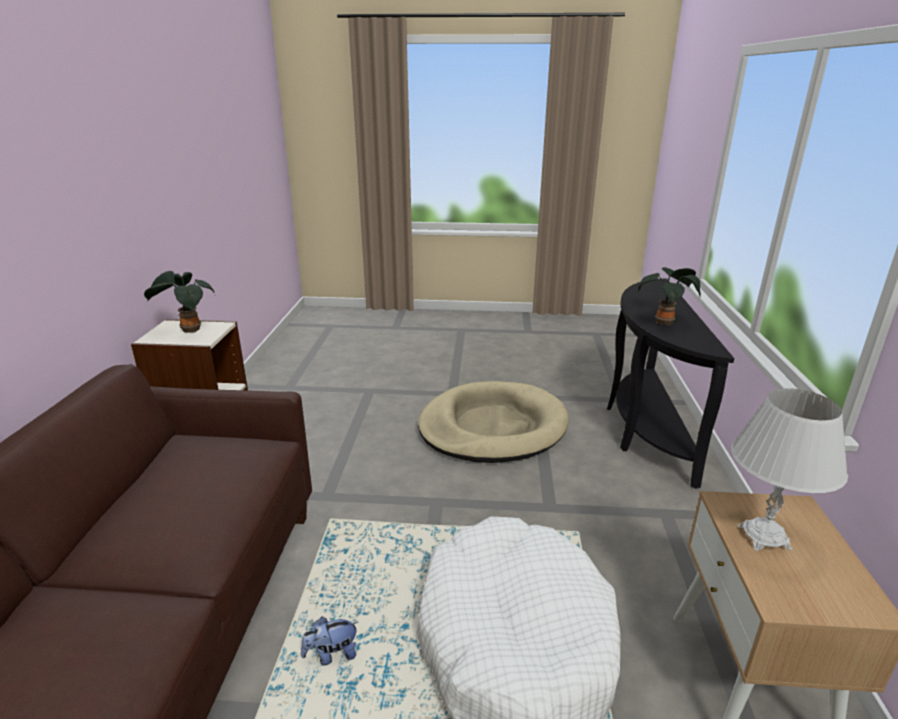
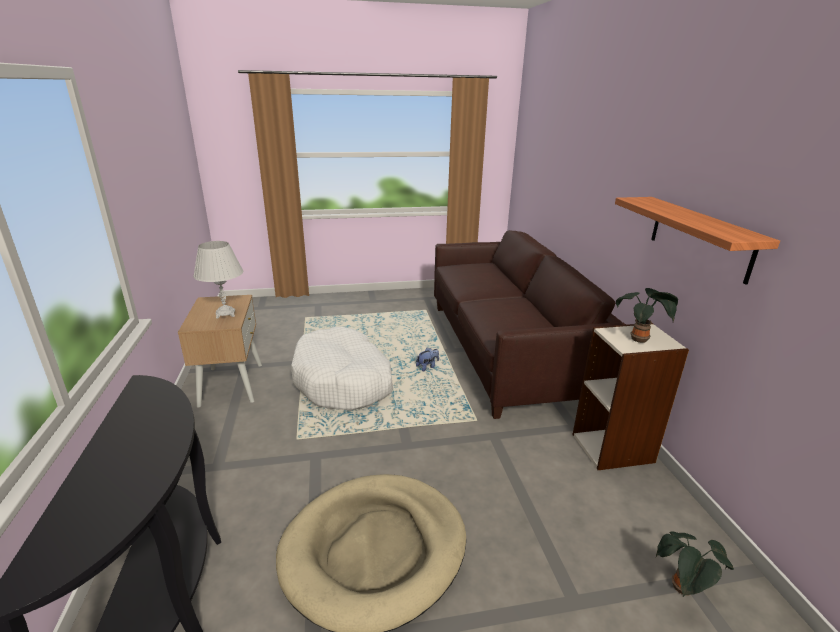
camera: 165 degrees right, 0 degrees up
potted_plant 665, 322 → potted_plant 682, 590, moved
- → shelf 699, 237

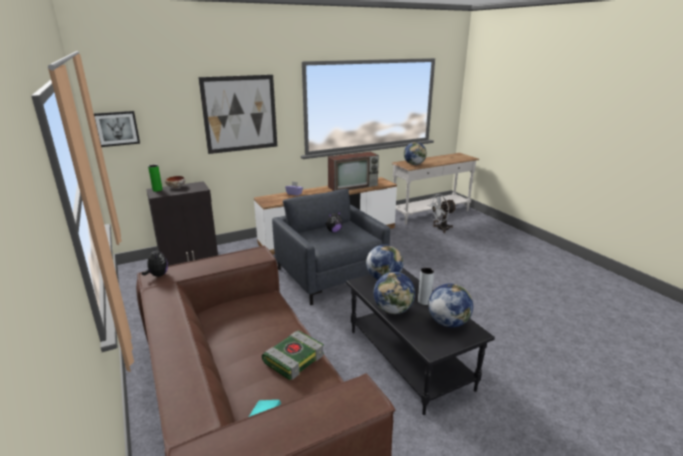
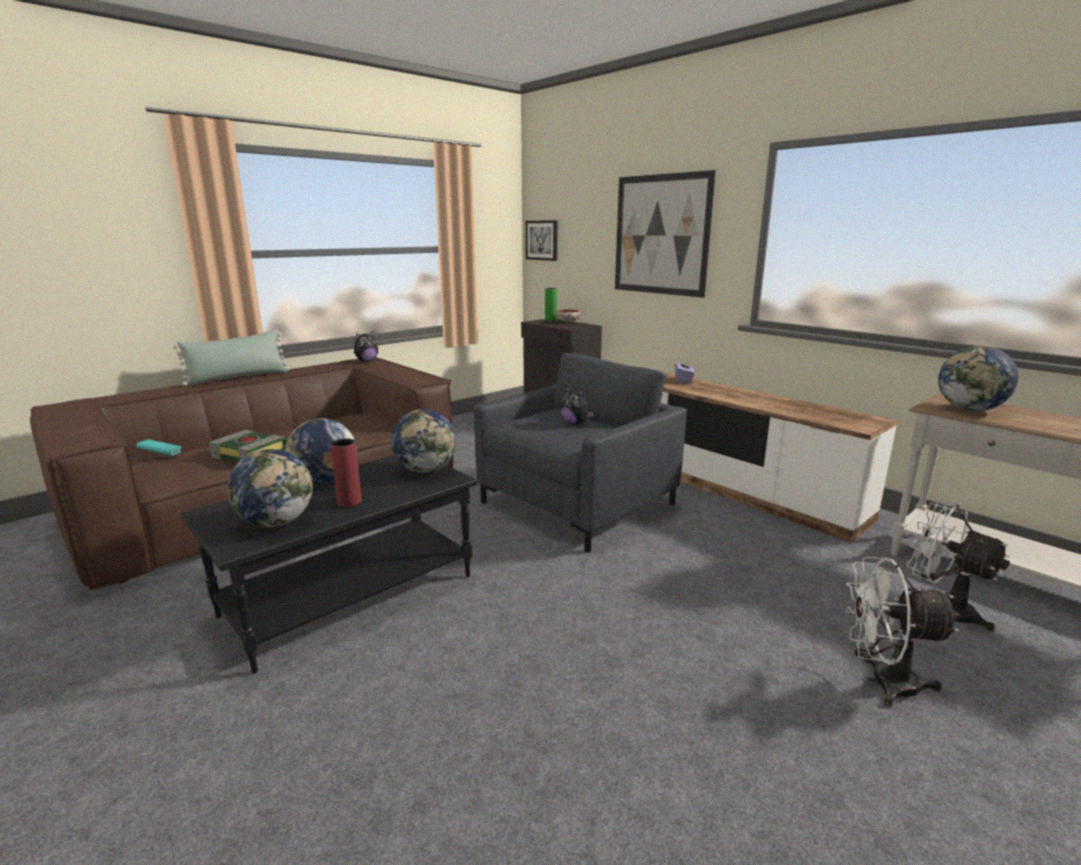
camera: 75 degrees right, 5 degrees down
television 353, 186 → -
grey_vase 424, 301 → red_vase 349, 502
- → green_pillow 238, 378
- → white_fan 882, 682

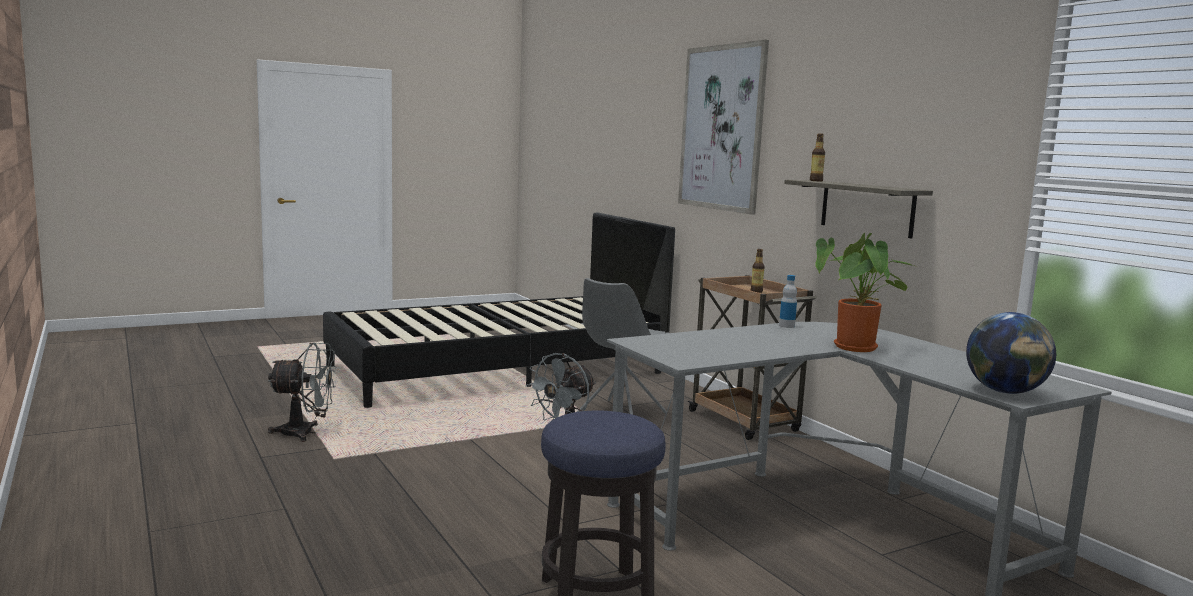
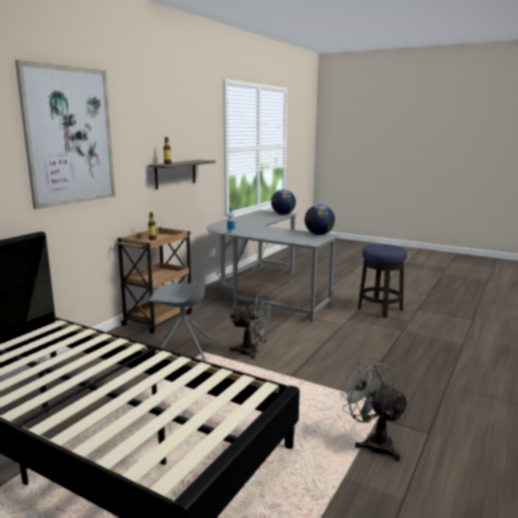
camera: 120 degrees left, 5 degrees up
potted_plant 856, 349 → -
- → globe 319, 234

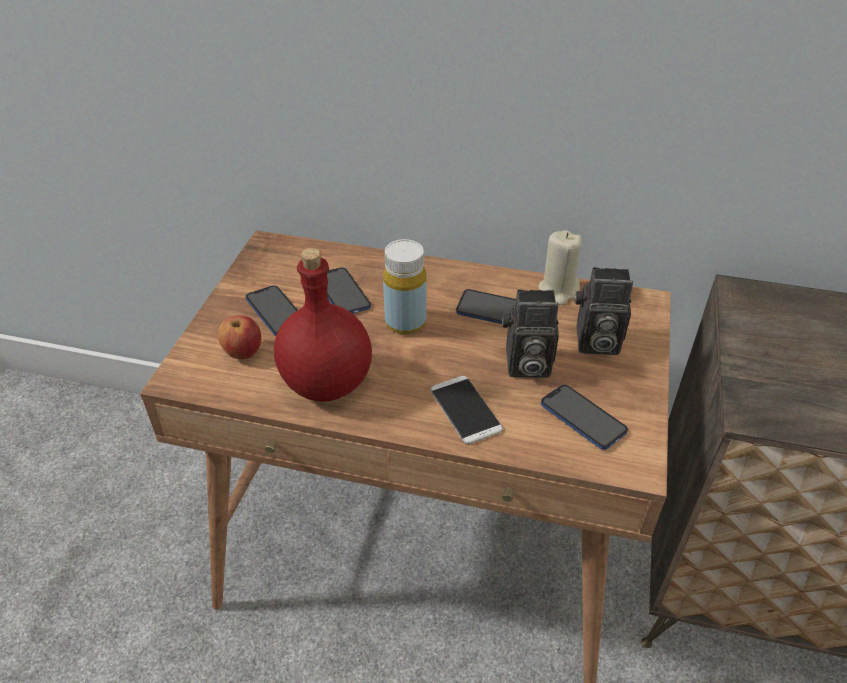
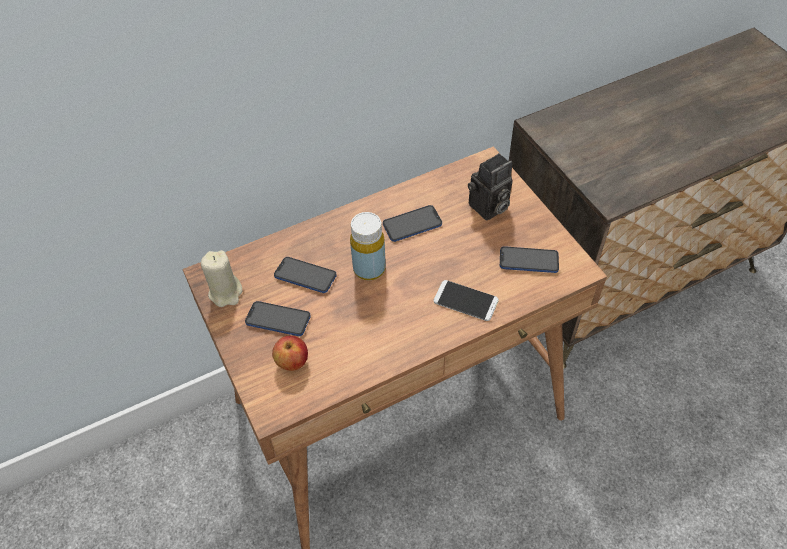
camera: 40 degrees left, 10 degrees up
beige_candle 558, 291 → beige_candle 226, 293, moved
red_bottle 326, 382 → -
photo_camera 525, 365 → -

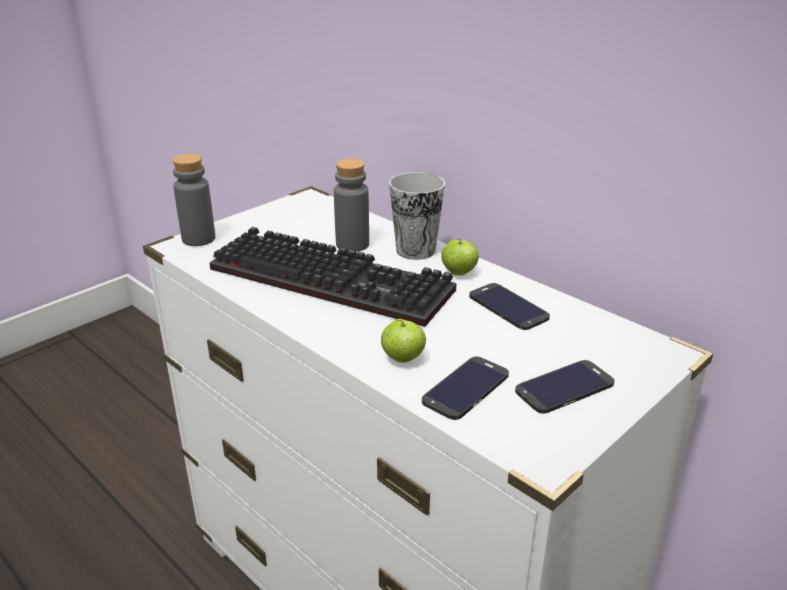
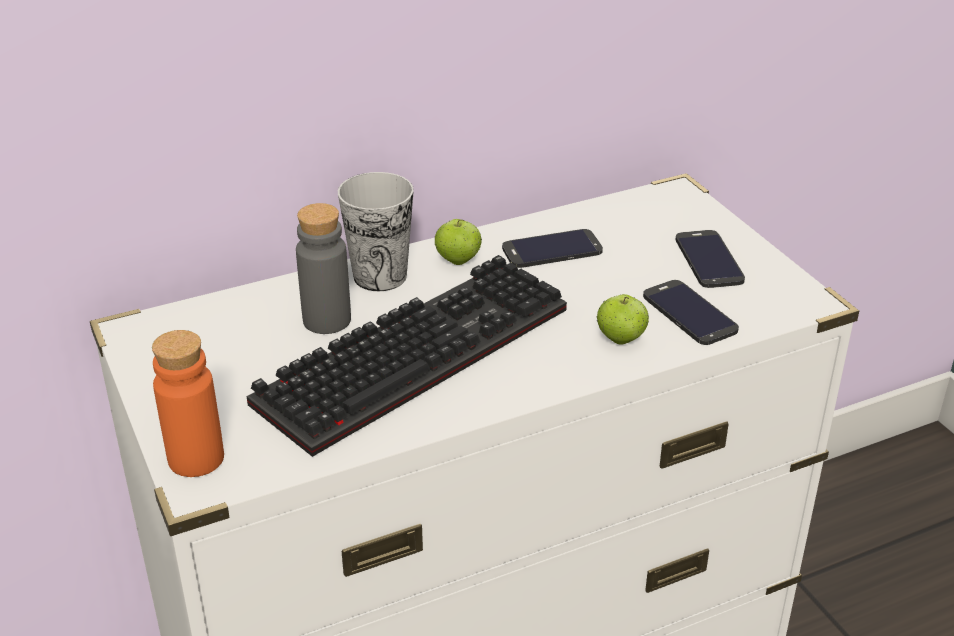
camera: 70 degrees left, 5 degrees up
grey_bottle 198, 239 → orange_bottle 196, 458

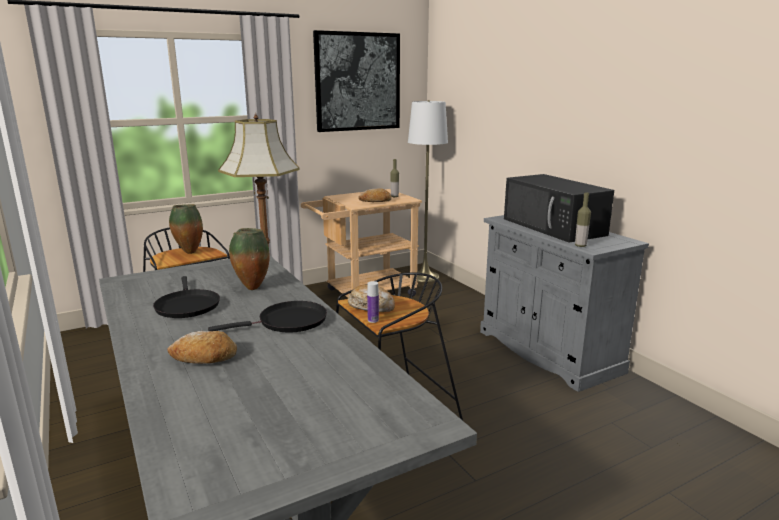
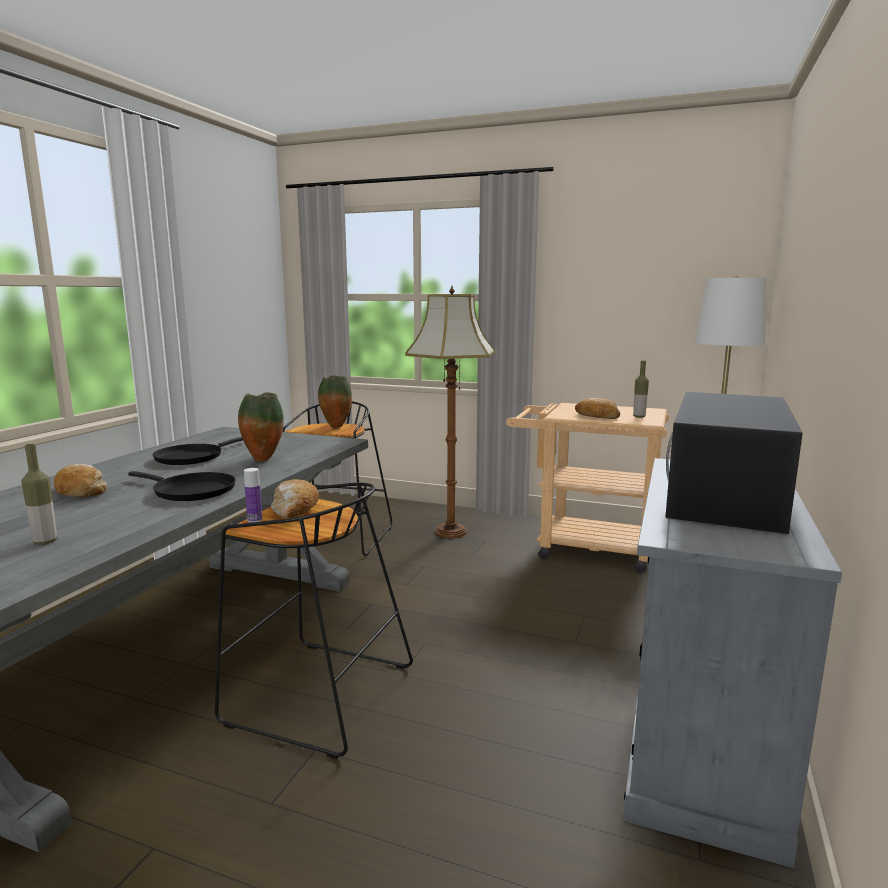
camera: 50 degrees right, 5 degrees down
picture 357, 82 → -
bottle 580, 245 → bottle 45, 542, moved

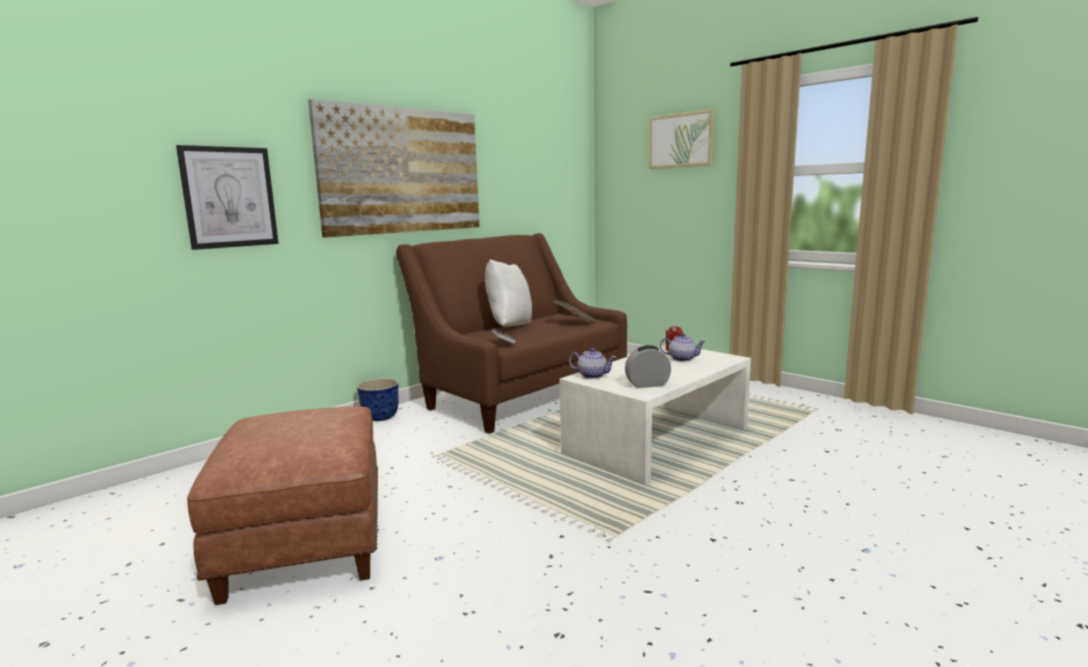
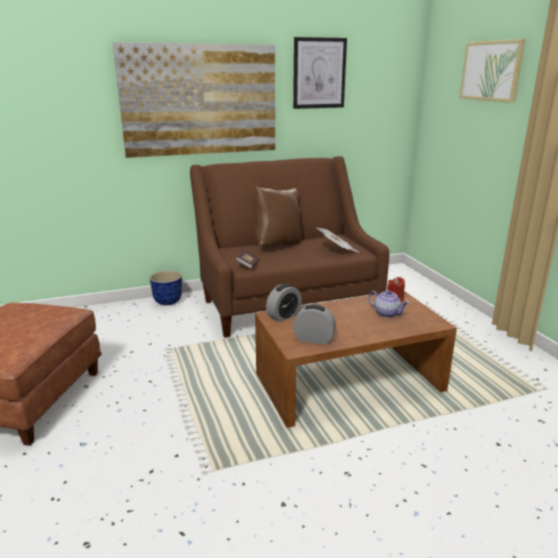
camera: 25 degrees right, 10 degrees up
picture 229, 197 → picture 319, 73, moved
white_pillow 509, 327 → brown_pillow 277, 245
white_coffee_table 657, 439 → brown_coffee_table 348, 381
teapot 592, 375 → alarm_clock 284, 316

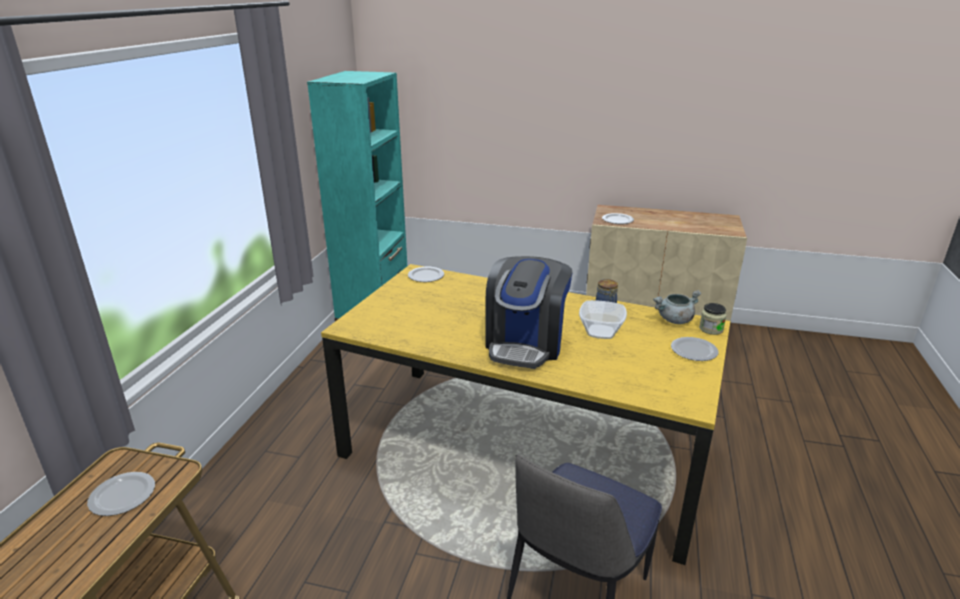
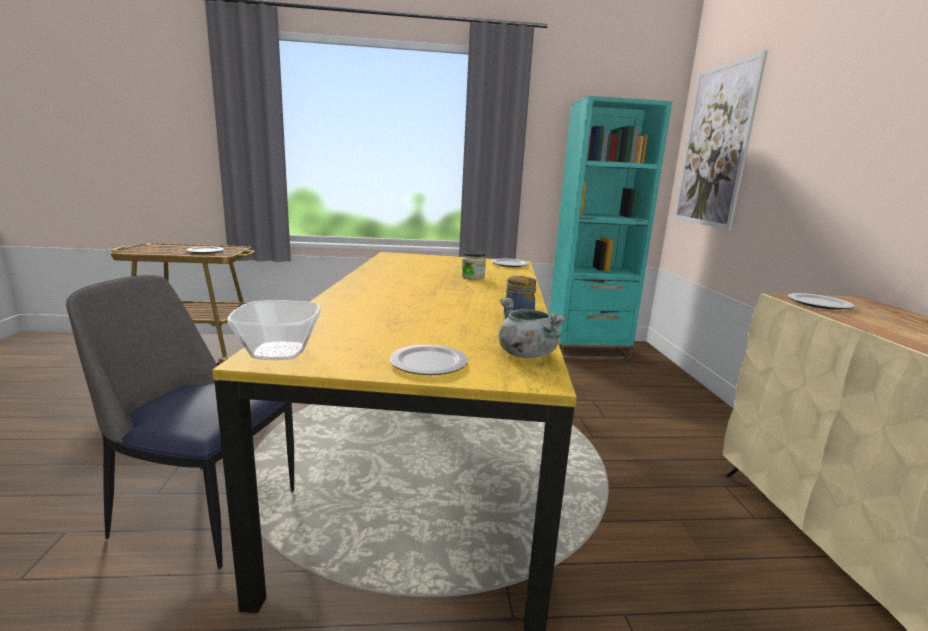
camera: 70 degrees right, 10 degrees down
coffee_machine 525, 344 → -
bowl 600, 332 → bowl 280, 351, moved
jar 711, 329 → jar 473, 277, moved
- → picture 715, 146

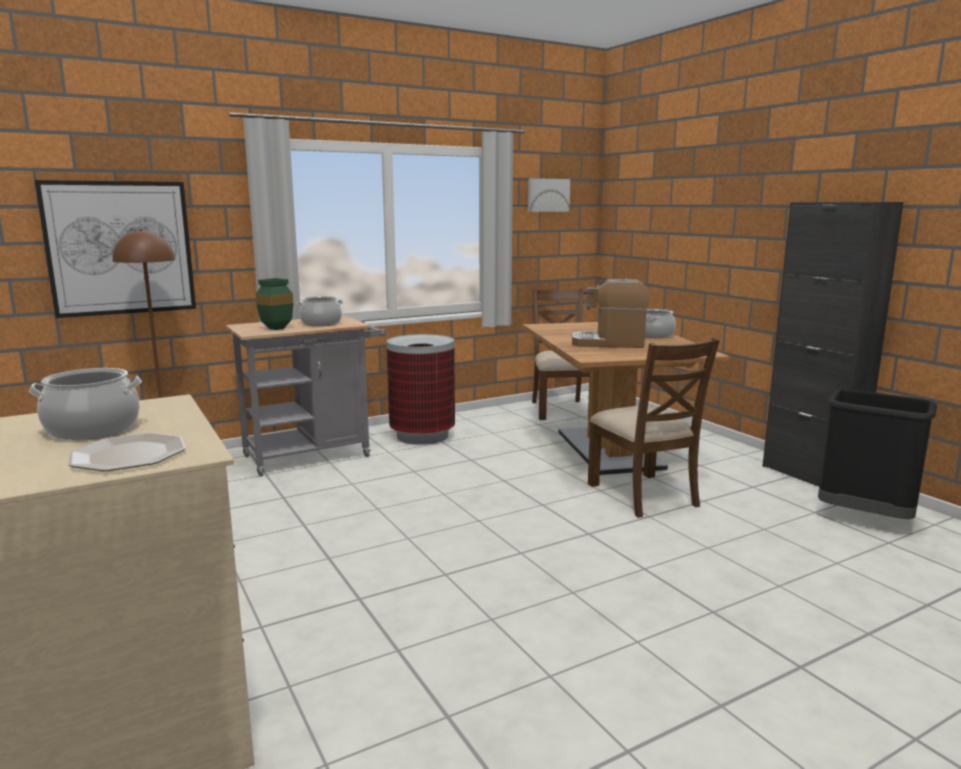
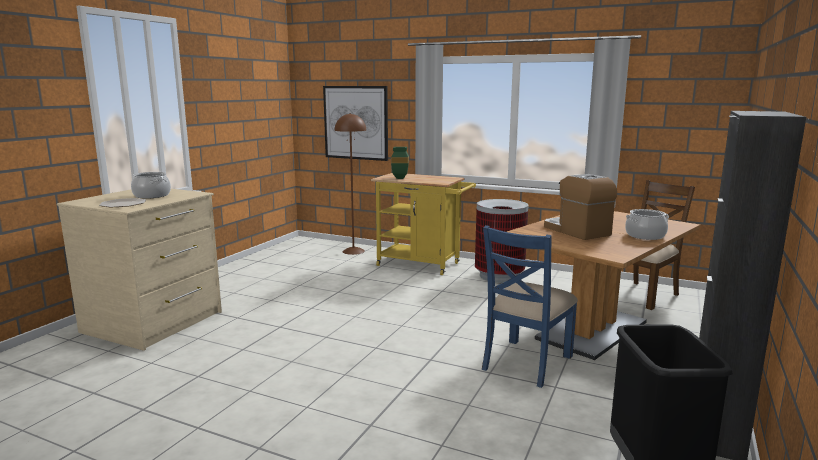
camera: 55 degrees right, 0 degrees up
picture 547, 195 → -
cooking_pot 321, 323 → -
grey_cart 314, 454 → yellow_cart 423, 265
brown_chair 644, 495 → blue_chair 526, 362

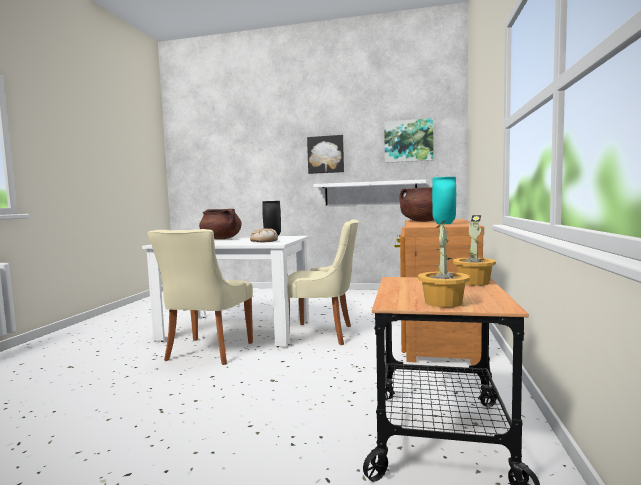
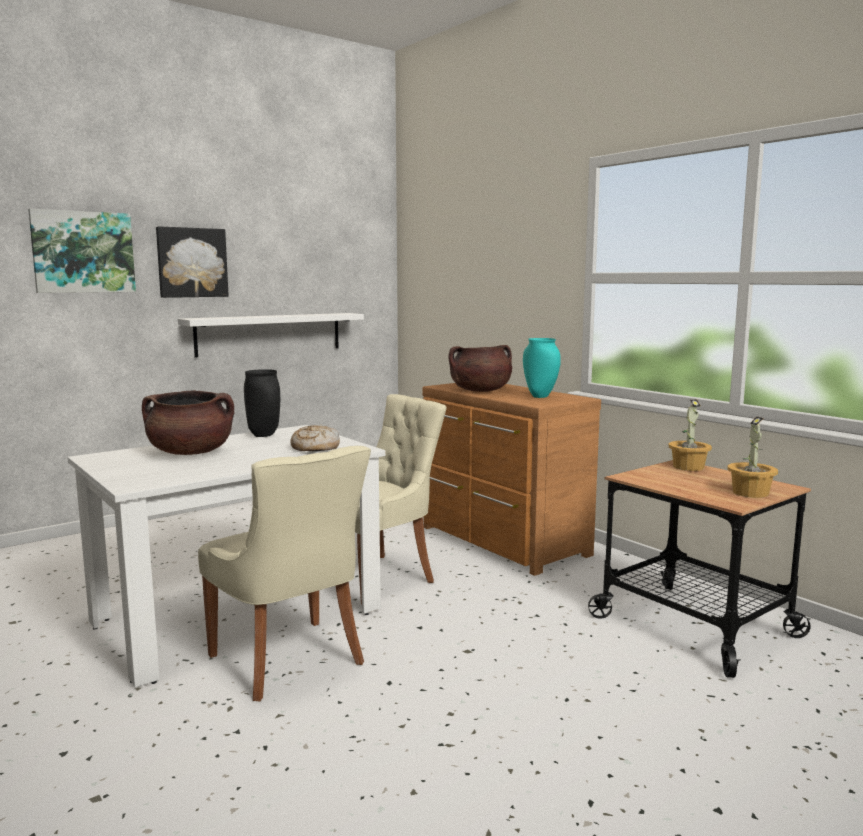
camera: 50 degrees left, 5 degrees up
picture 408, 141 → picture 83, 252, moved

